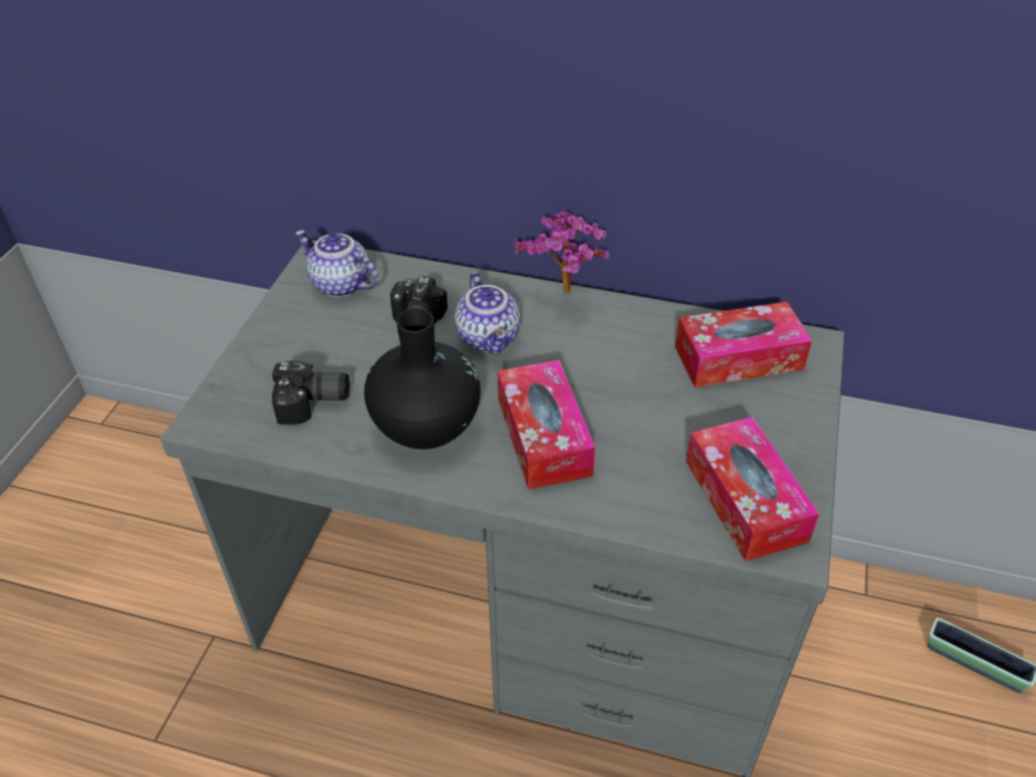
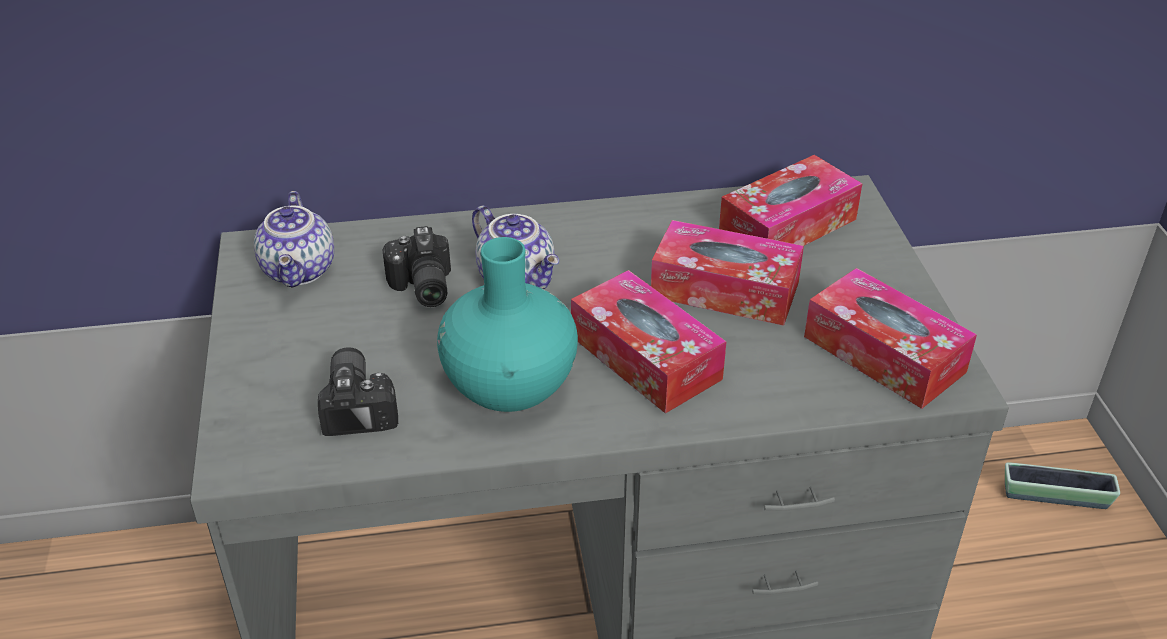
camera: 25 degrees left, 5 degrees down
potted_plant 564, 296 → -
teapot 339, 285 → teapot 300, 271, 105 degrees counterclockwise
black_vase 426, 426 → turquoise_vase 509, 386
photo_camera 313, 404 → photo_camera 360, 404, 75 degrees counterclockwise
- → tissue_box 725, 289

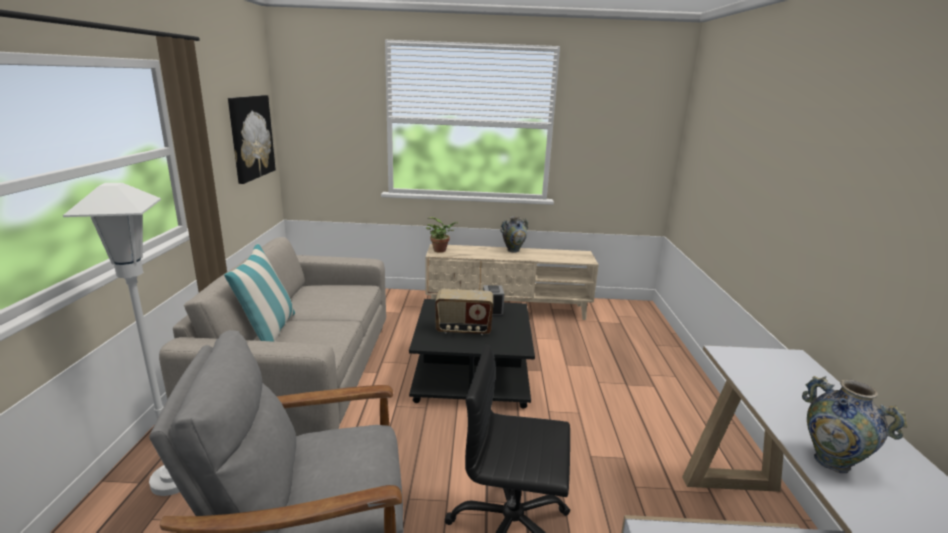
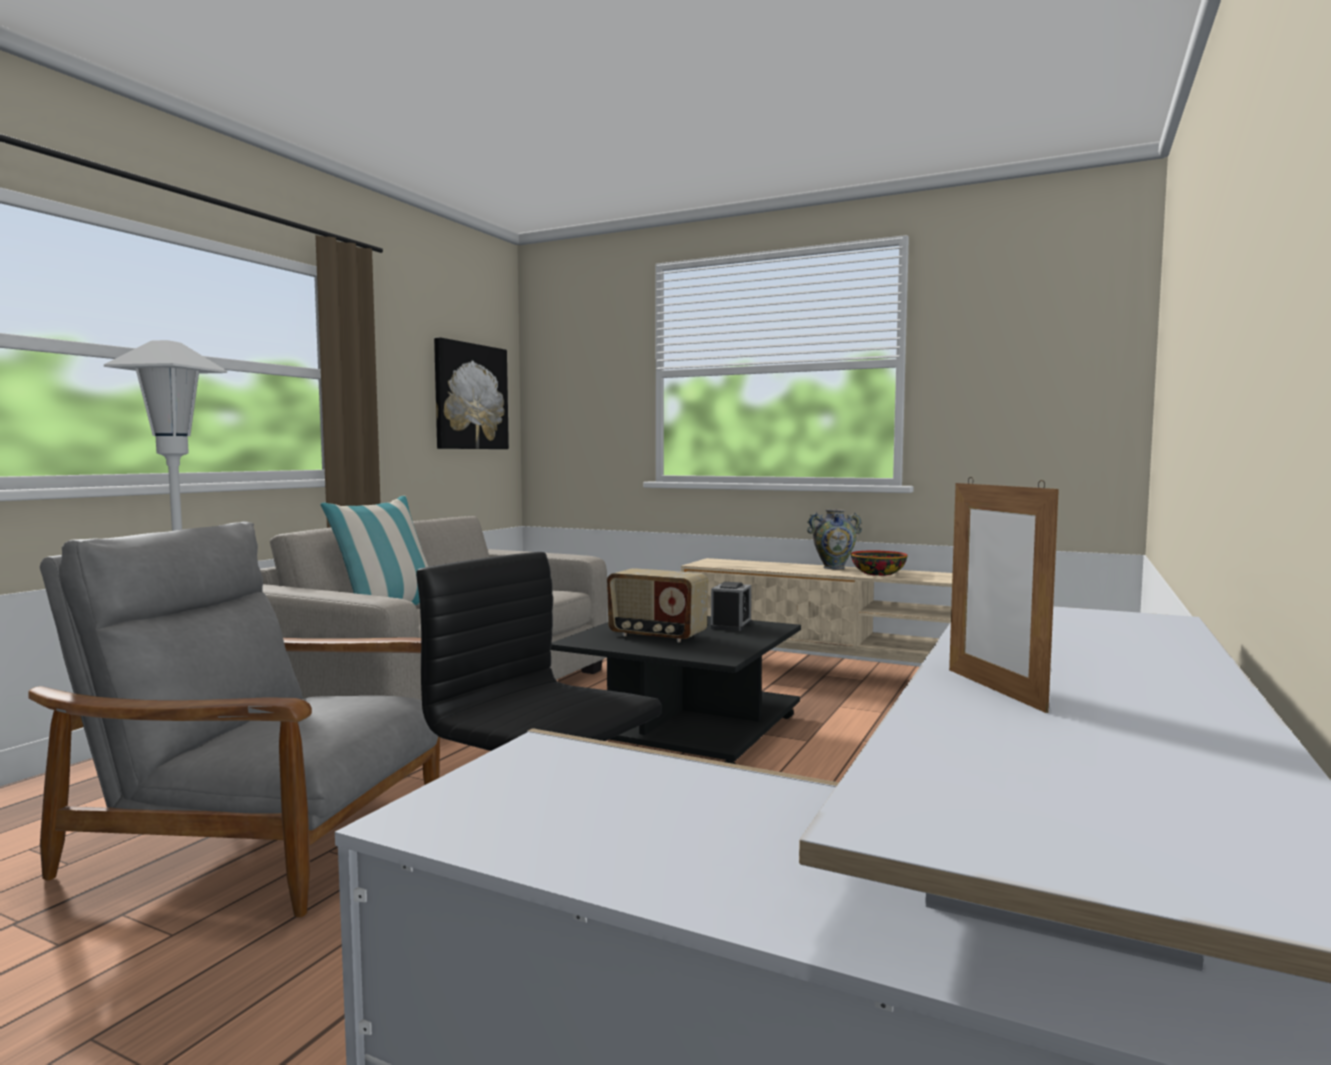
camera: 25 degrees right, 15 degrees down
potted_plant 441, 250 → -
vase 832, 461 → picture_frame 994, 689
- → bowl 878, 574

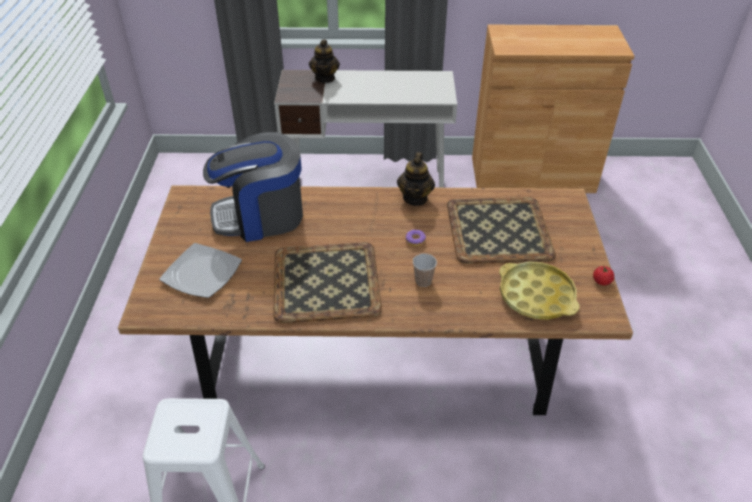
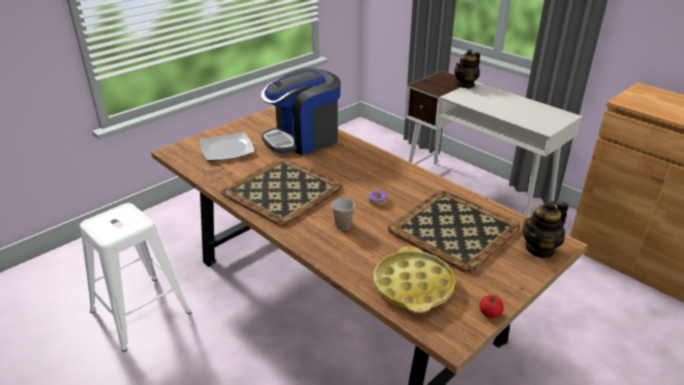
camera: 45 degrees right, 10 degrees down
coffee_machine 260, 216 → coffee_machine 303, 139, 60 degrees counterclockwise
teapot 415, 198 → teapot 540, 249, moved

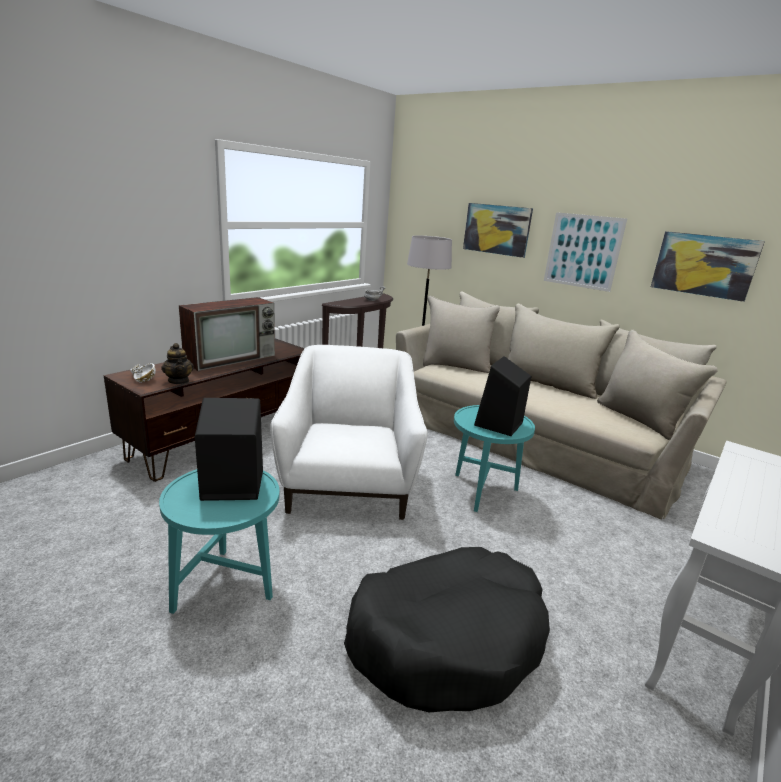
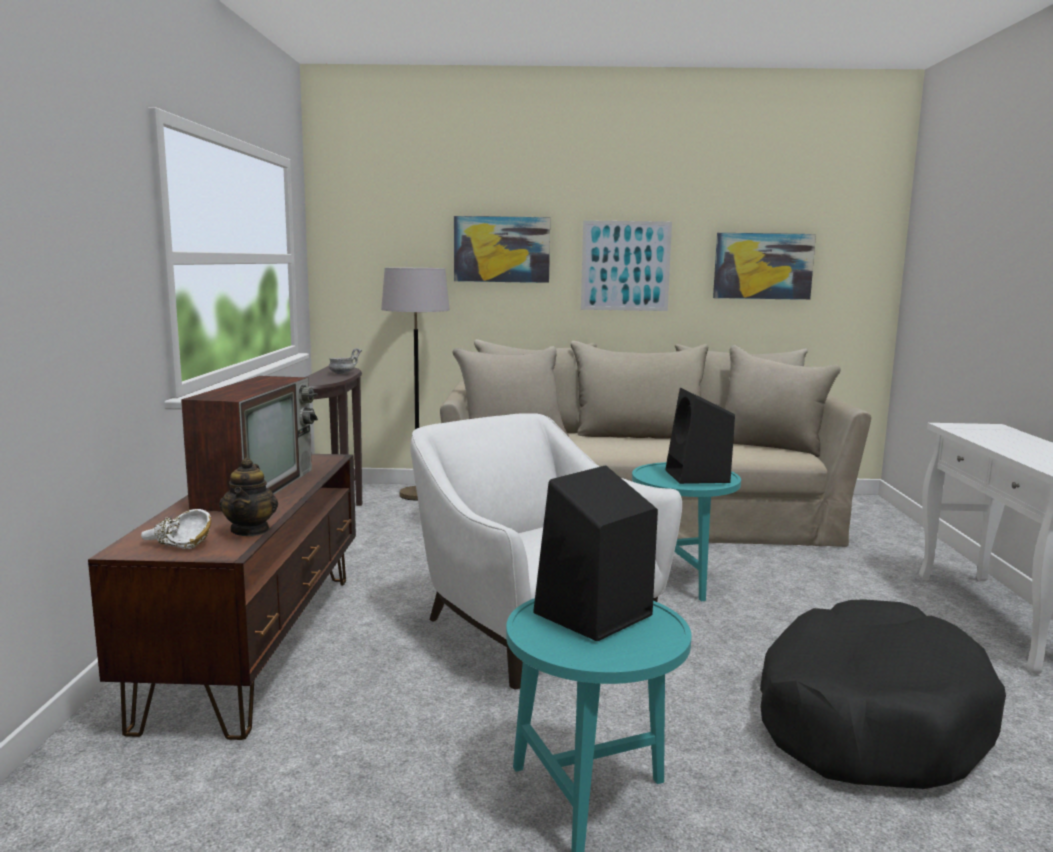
camera: 35 degrees left, 10 degrees down
teapot 179, 381 → teapot 251, 530, 60 degrees clockwise

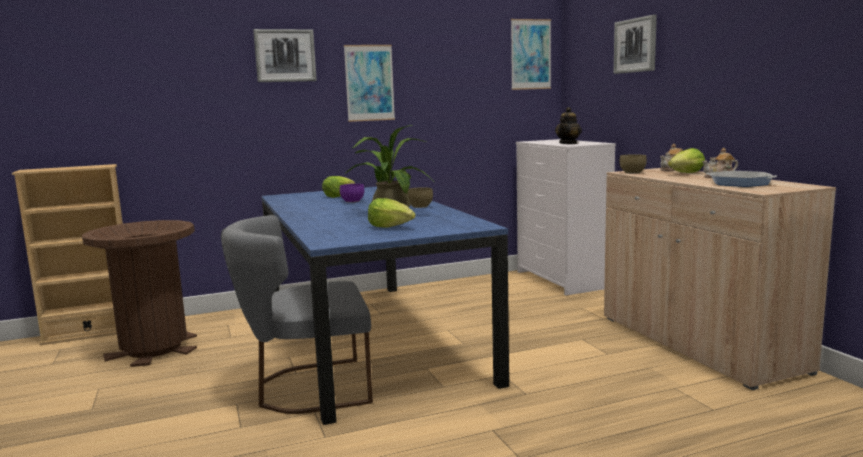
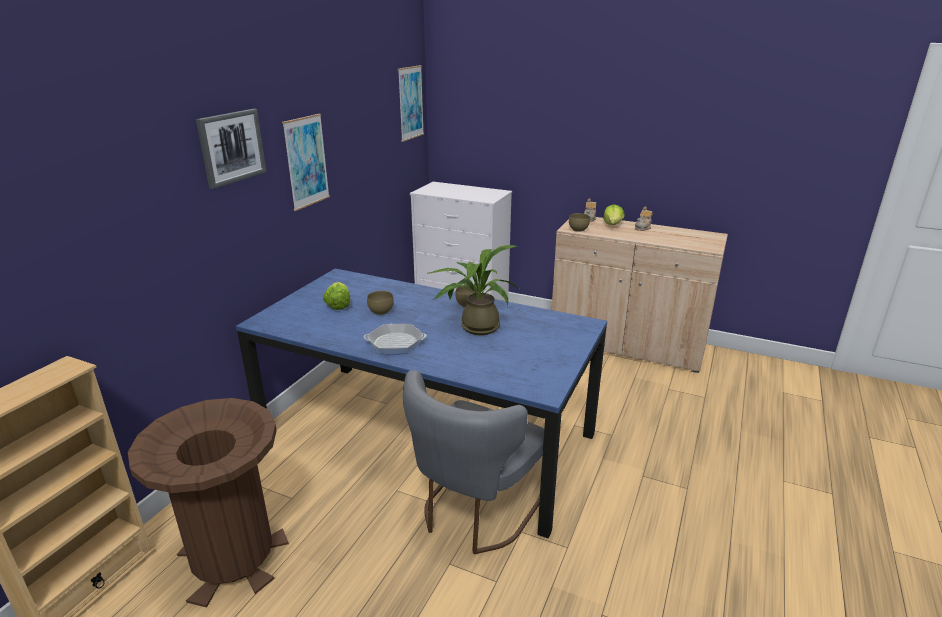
camera: 45 degrees left, 15 degrees up
picture 635, 45 → -
teapot 568, 143 → -
frying_pan 740, 183 → frying_pan 395, 343, moved
purple_bowl 353, 201 → brown_bowl 382, 311
lettuce 391, 227 → -

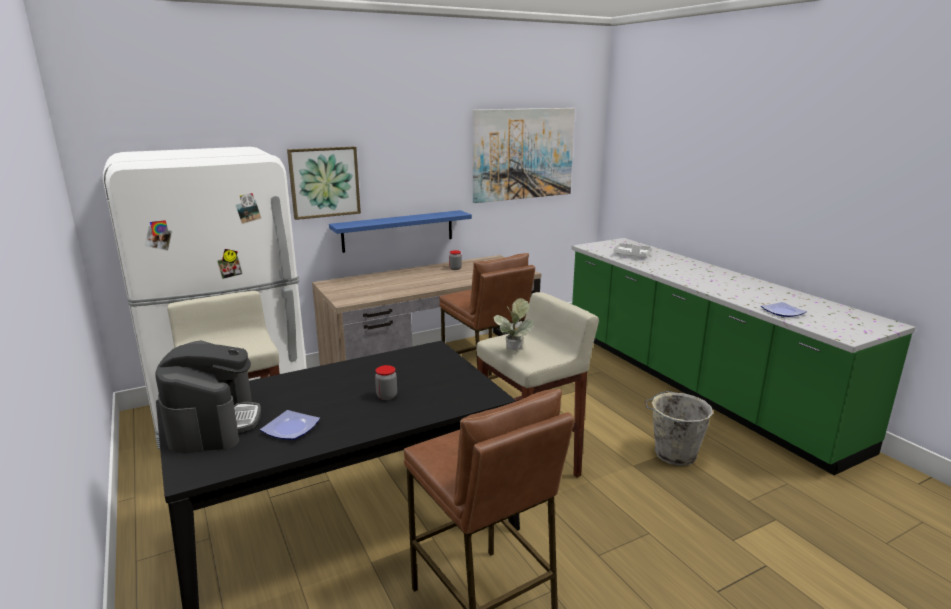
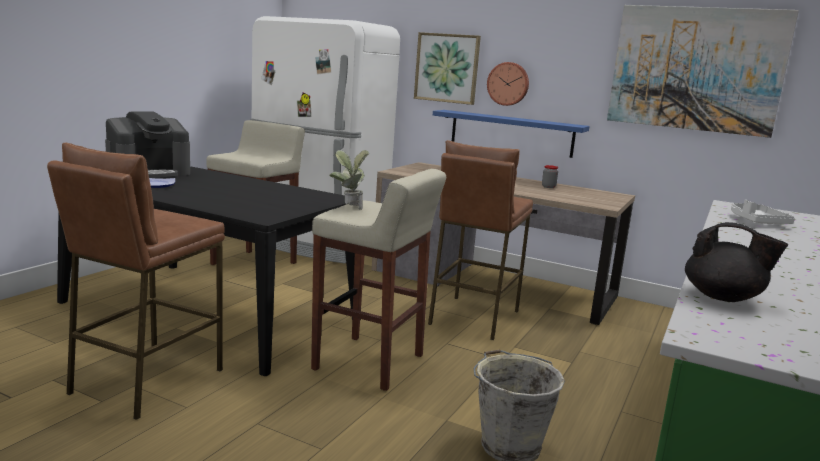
camera: 55 degrees right, 5 degrees down
plate 783, 312 → black_teapot 723, 297
jar 387, 396 → -
- → wall_clock 508, 84

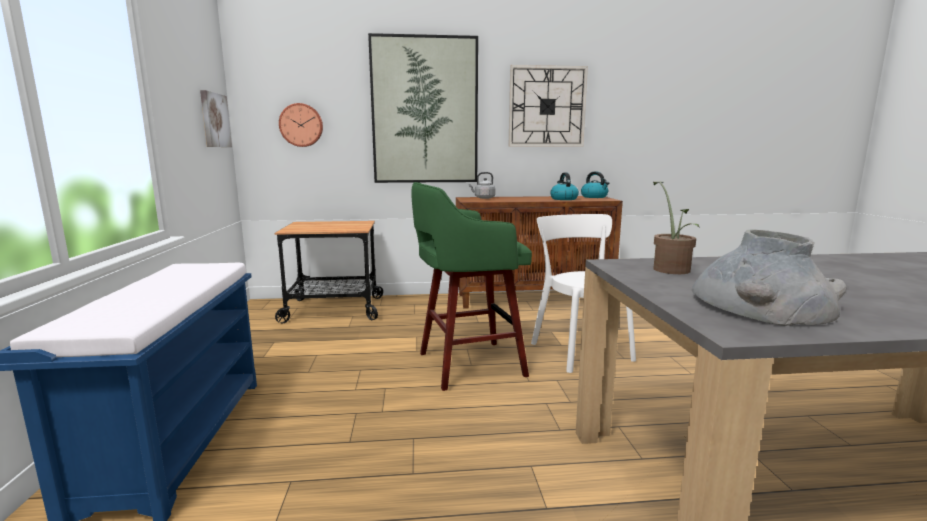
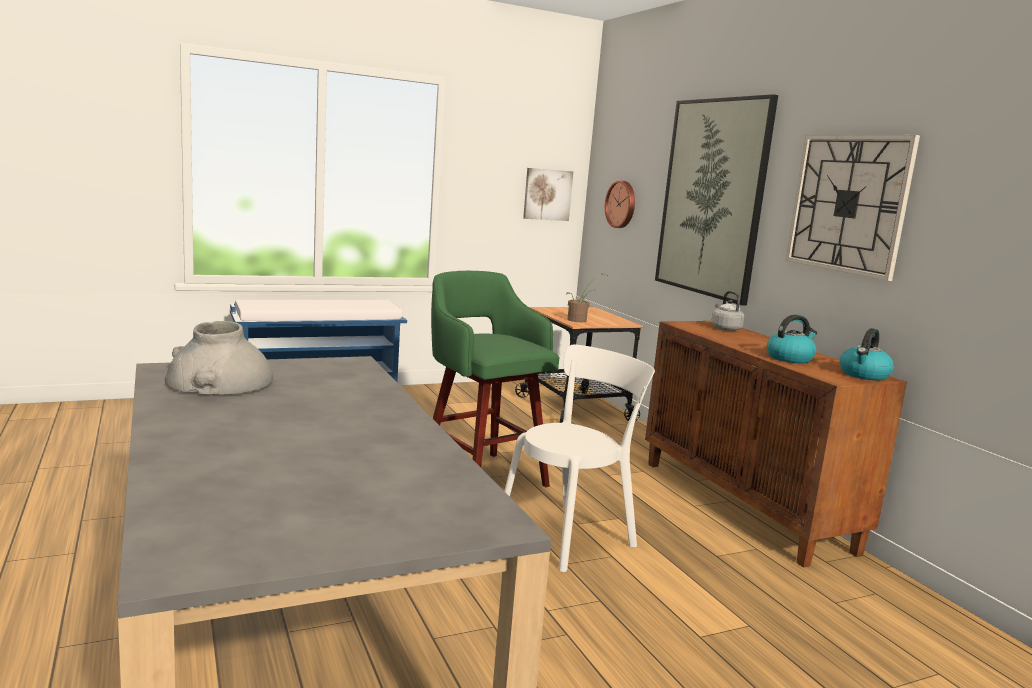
camera: 70 degrees right, 0 degrees up
potted_plant 670, 268 → potted_plant 580, 320, moved

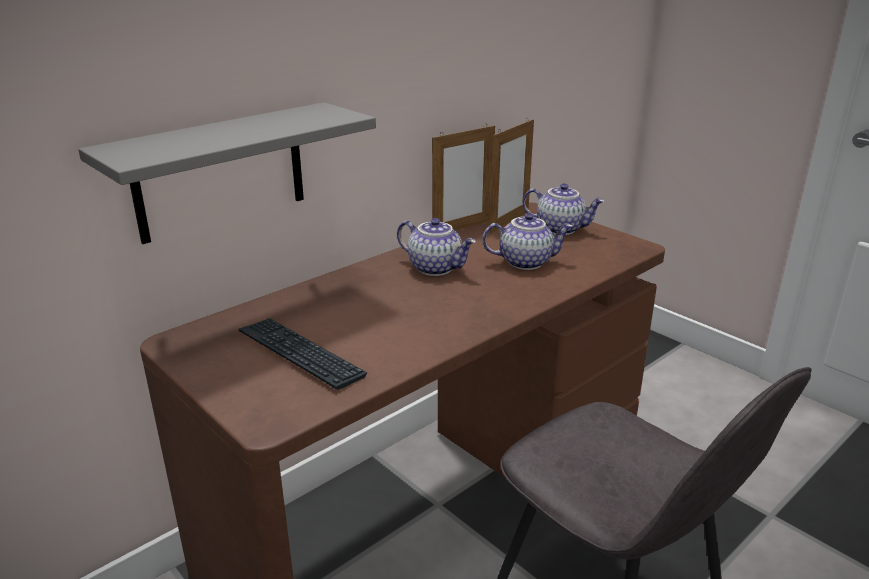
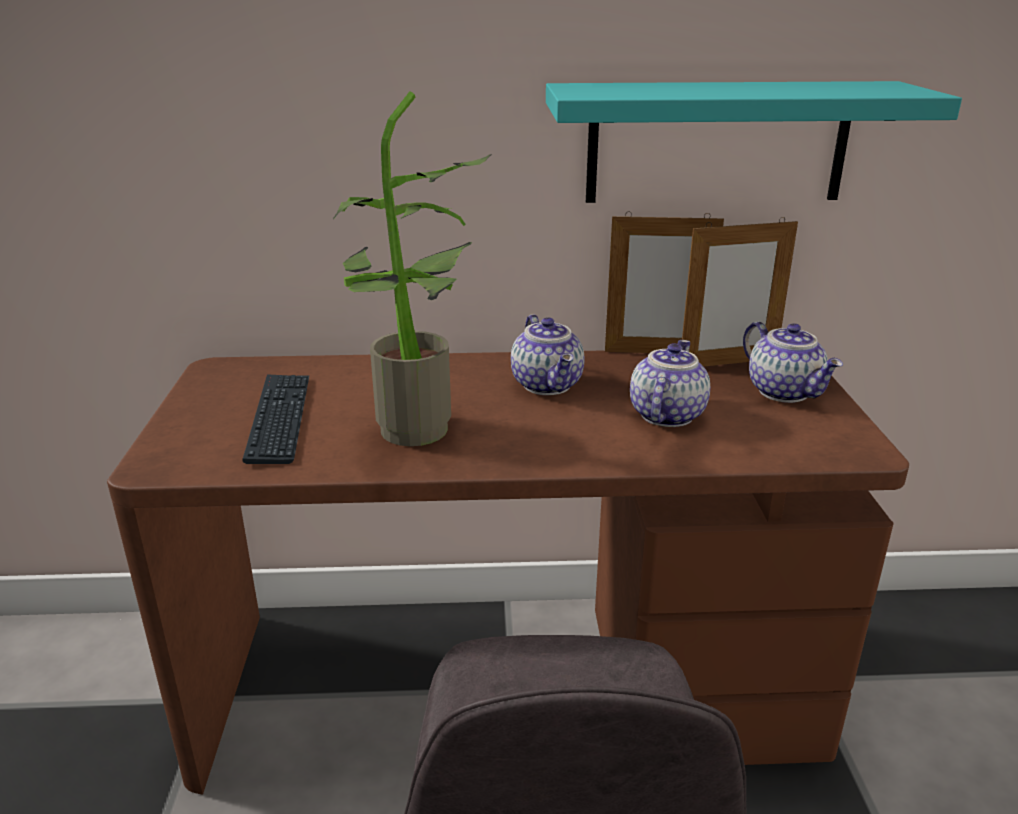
camera: 40 degrees right, 0 degrees up
grey_shelf 221, 172 → -
teapot 526, 262 → teapot 665, 415, 105 degrees counterclockwise
- → turquoise_shelf 717, 143
- → potted_plant 417, 435

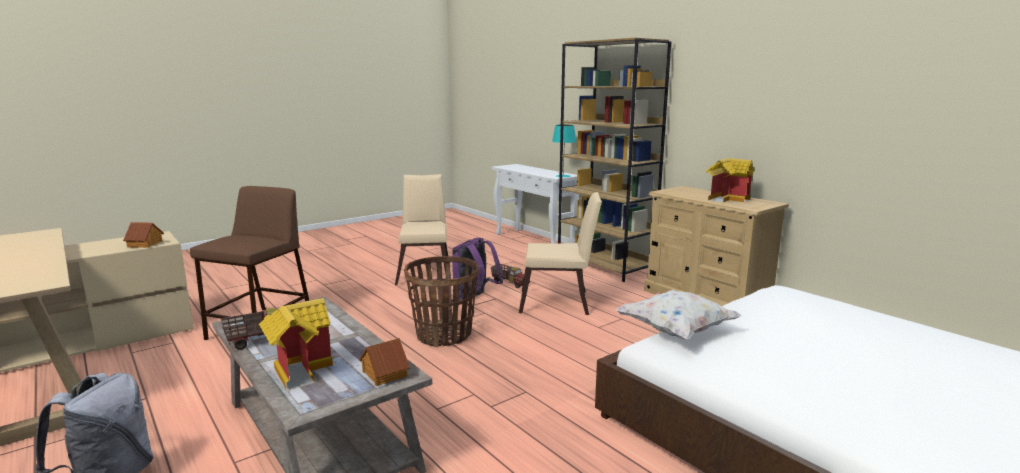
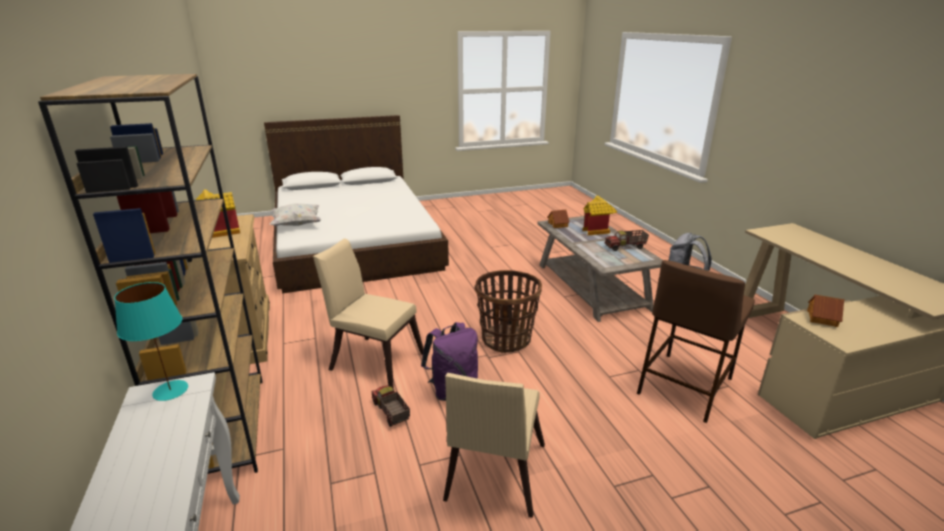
camera: 160 degrees left, 10 degrees up
white_pillow 676, 331 → white_pillow 297, 225, moved

